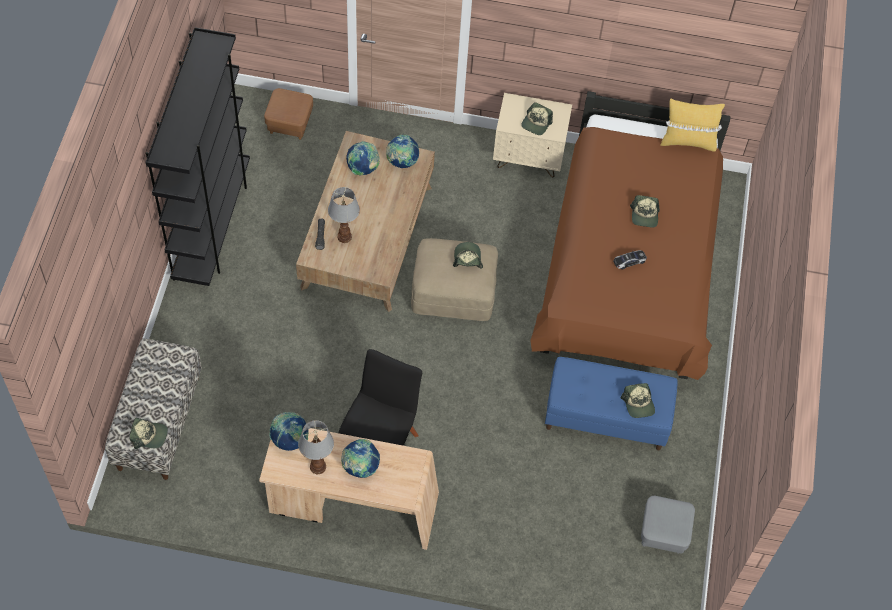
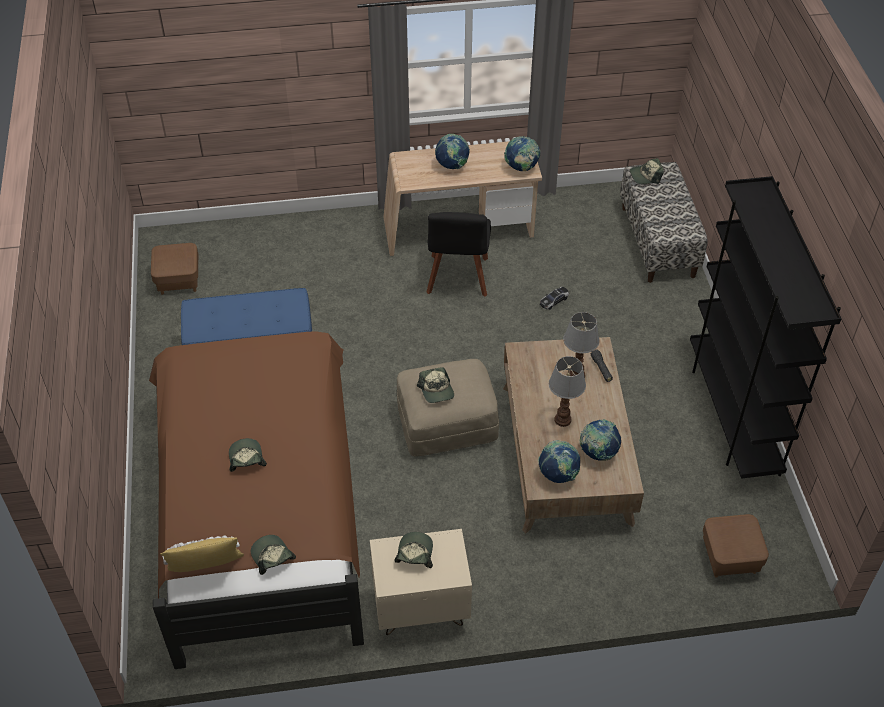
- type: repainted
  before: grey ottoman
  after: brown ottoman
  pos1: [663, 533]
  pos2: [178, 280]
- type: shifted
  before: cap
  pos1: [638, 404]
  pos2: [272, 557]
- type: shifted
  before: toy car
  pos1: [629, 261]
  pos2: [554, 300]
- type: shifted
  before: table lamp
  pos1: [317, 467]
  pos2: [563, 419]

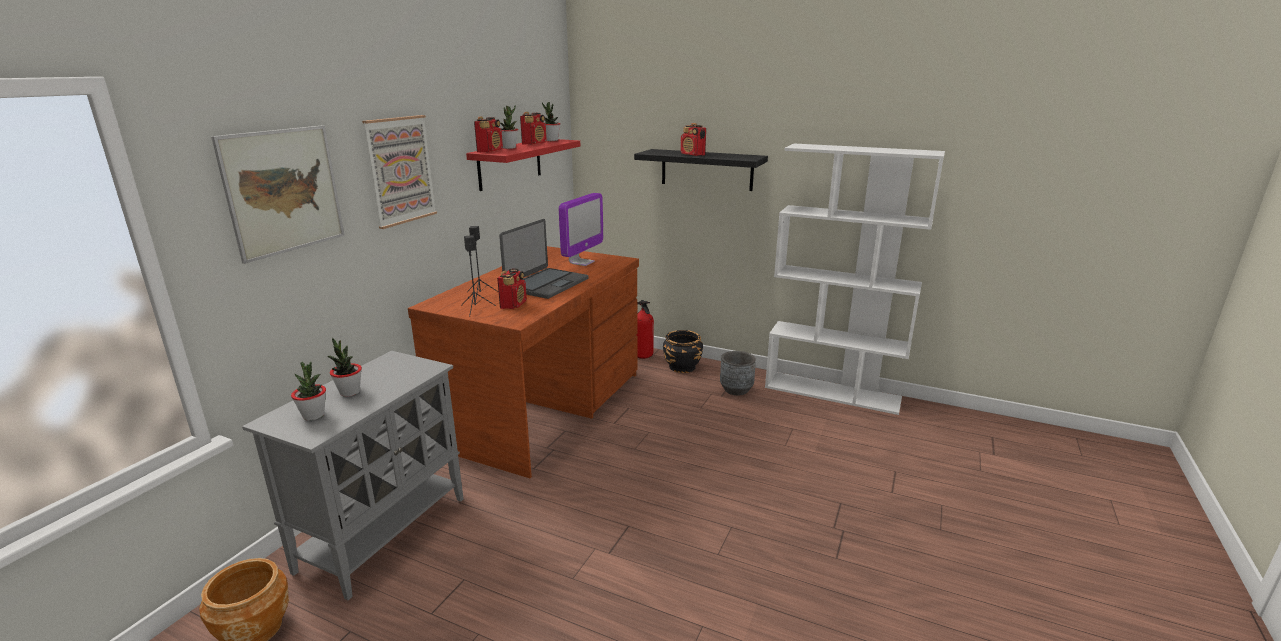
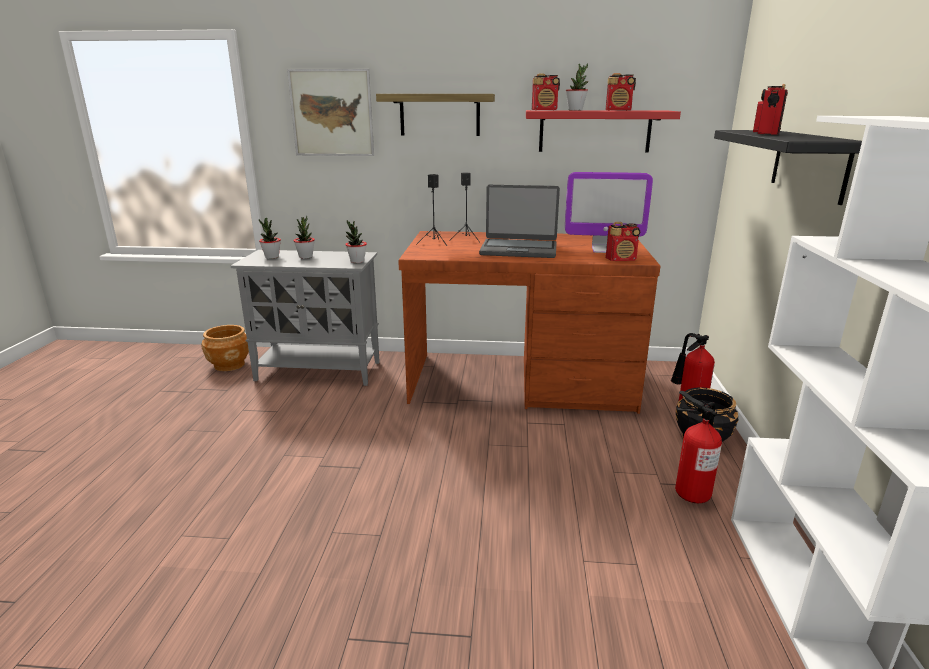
- type: shifted
  before: potted plant
  pos1: [551, 140]
  pos2: [357, 261]
- type: swapped
  before: picture
  after: shelf
  pos1: [400, 170]
  pos2: [439, 115]
- type: shifted
  before: radio
  pos1: [513, 304]
  pos2: [621, 259]
- type: swapped
  before: grey planter
  after: fire extinguisher
  pos1: [736, 389]
  pos2: [692, 493]

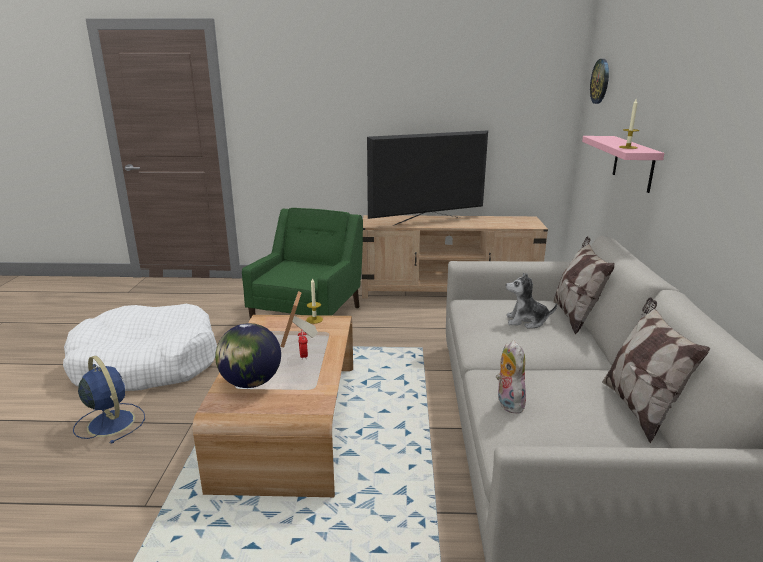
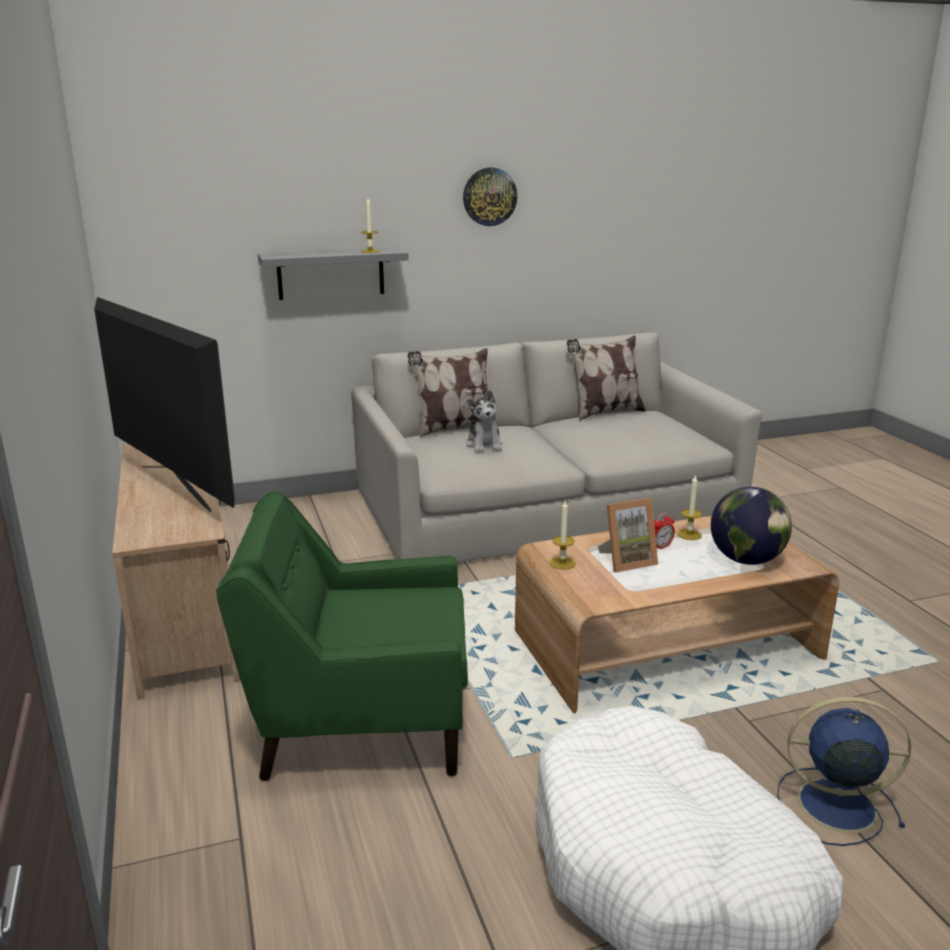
- type: repainted
  before: pink shelf
  after: grey shelf
  pos1: [633, 163]
  pos2: [331, 273]
- type: shifted
  before: wall clock
  pos1: [600, 81]
  pos2: [489, 196]
- type: new
  after: candle
  pos2: [689, 534]
- type: rotated
  before: blue fan
  pos1: [110, 422]
  pos2: [833, 805]
  turn: 75
- type: gone
  before: plush toy
  pos1: [507, 403]

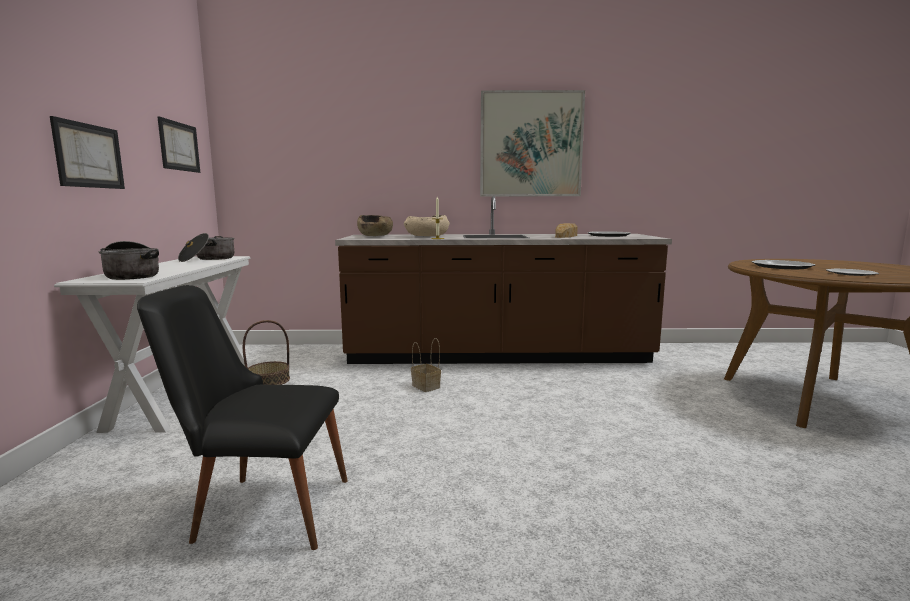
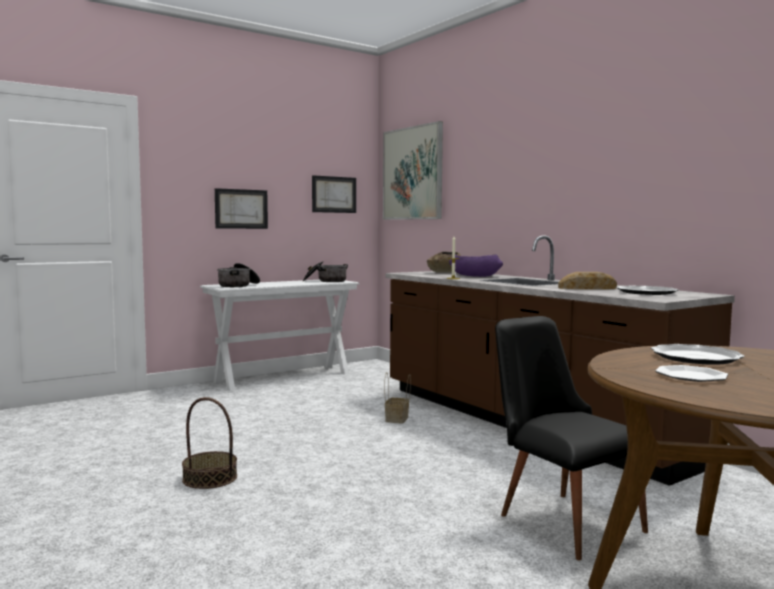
- type: shifted
  before: basket
  pos1: [269, 380]
  pos2: [210, 478]
- type: shifted
  before: picture
  pos1: [531, 144]
  pos2: [412, 173]
- type: repainted
  before: beige bowl
  after: purple bowl
  pos1: [427, 236]
  pos2: [475, 276]
- type: shifted
  before: black chair
  pos1: [260, 508]
  pos2: [561, 518]

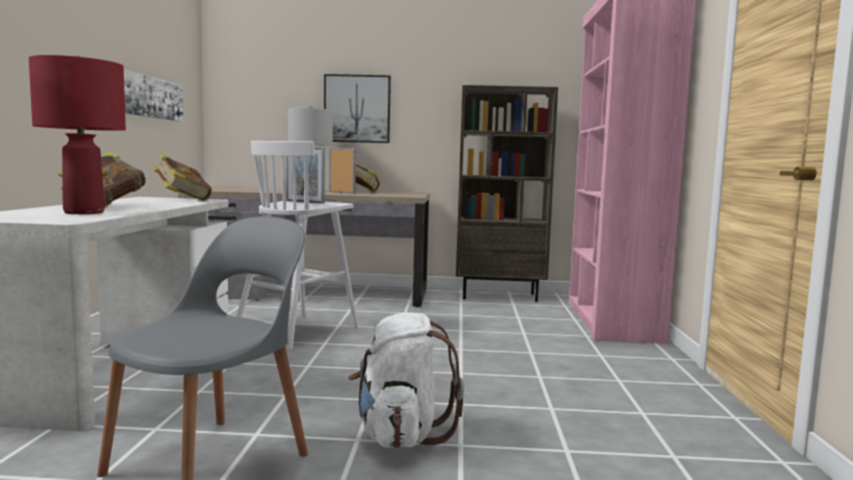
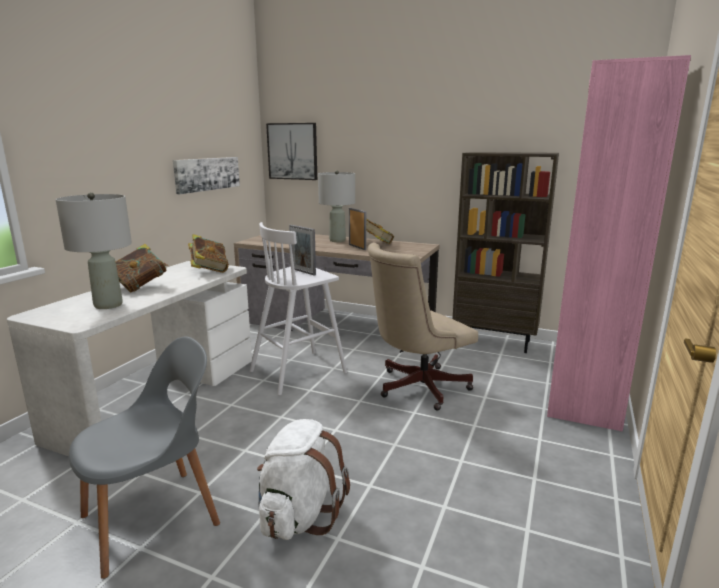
- type: repainted
  before: red table lamp
  after: grey table lamp
  pos1: [83, 212]
  pos2: [107, 305]
- type: shifted
  before: picture
  pos1: [357, 109]
  pos2: [292, 151]
- type: new
  after: beige office chair
  pos2: [416, 388]

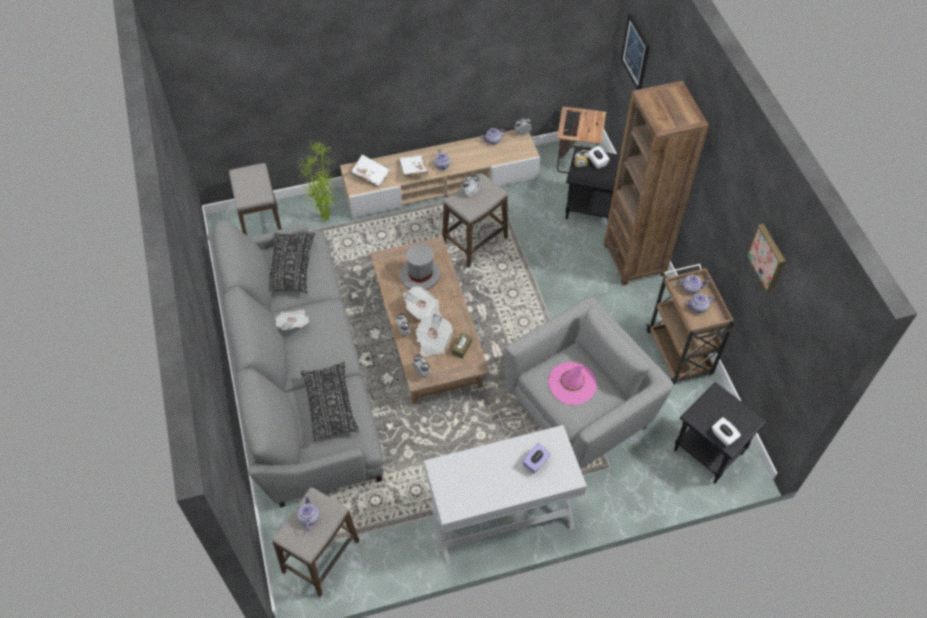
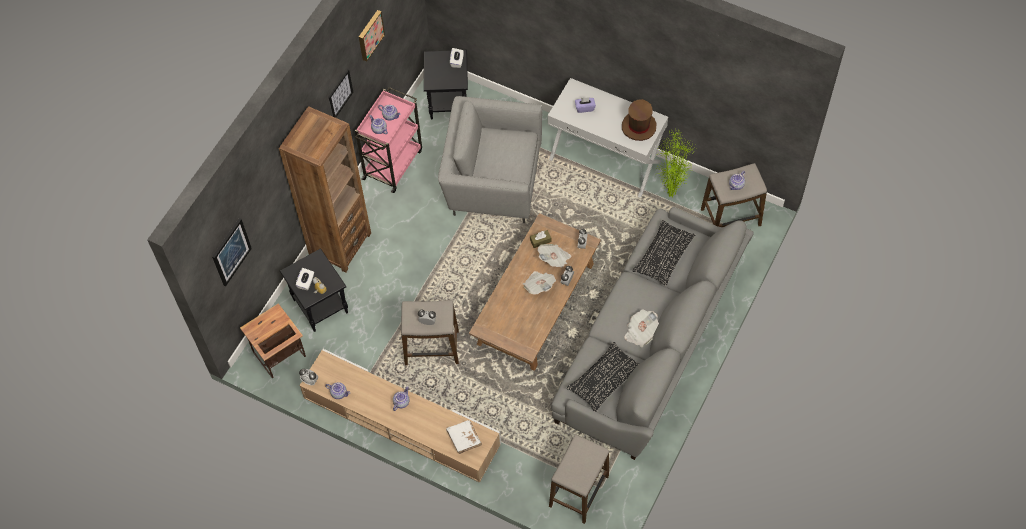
- type: new
  after: picture
  pos2: [340, 94]
- type: repainted
  before: brown cart
  after: pink cart
  pos1: [679, 354]
  pos2: [393, 163]
- type: new
  after: brown hat
  pos2: [638, 127]
- type: shifted
  before: potted plant
  pos1: [327, 219]
  pos2: [670, 193]
- type: gone
  before: white book
  pos1: [413, 170]
- type: gone
  before: grey hat
  pos1: [420, 275]
- type: gone
  before: pink hat
  pos1: [572, 383]

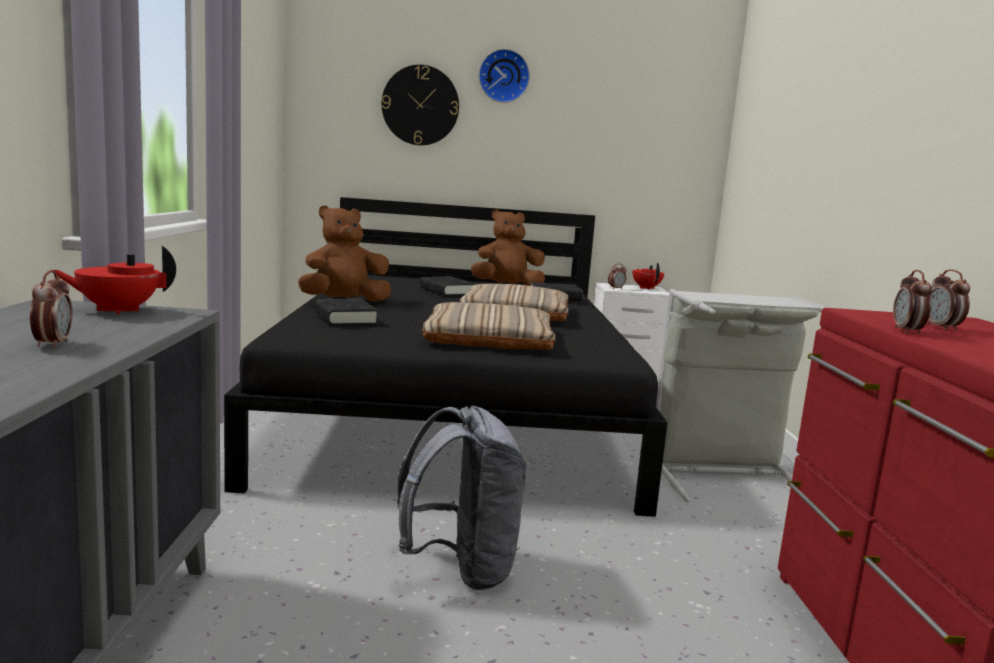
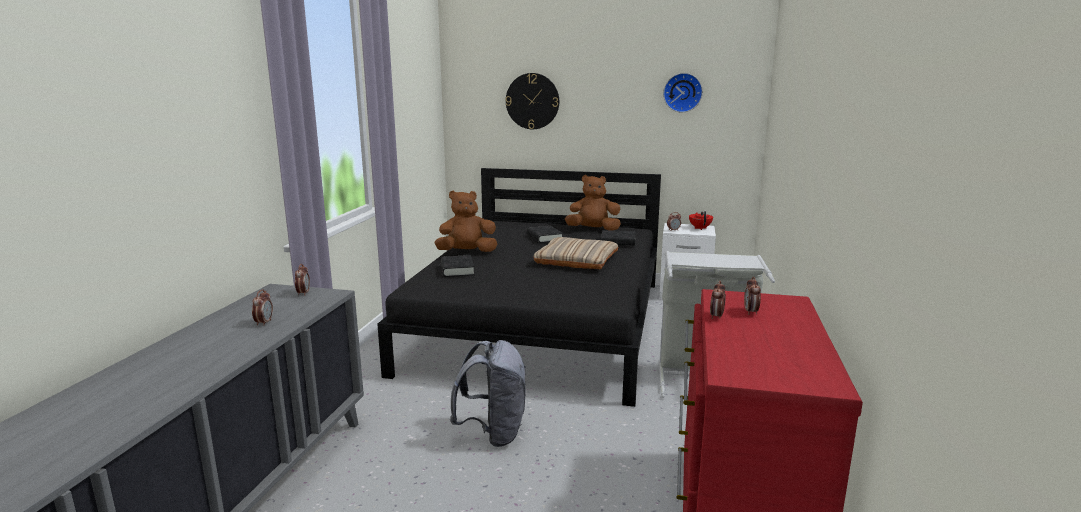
- type: swapped
  before: red teapot
  after: alarm clock
  pos1: [118, 310]
  pos2: [303, 293]
- type: shifted
  before: wall clock
  pos1: [504, 76]
  pos2: [682, 92]
- type: gone
  before: beige pillow
  pos1: [489, 338]

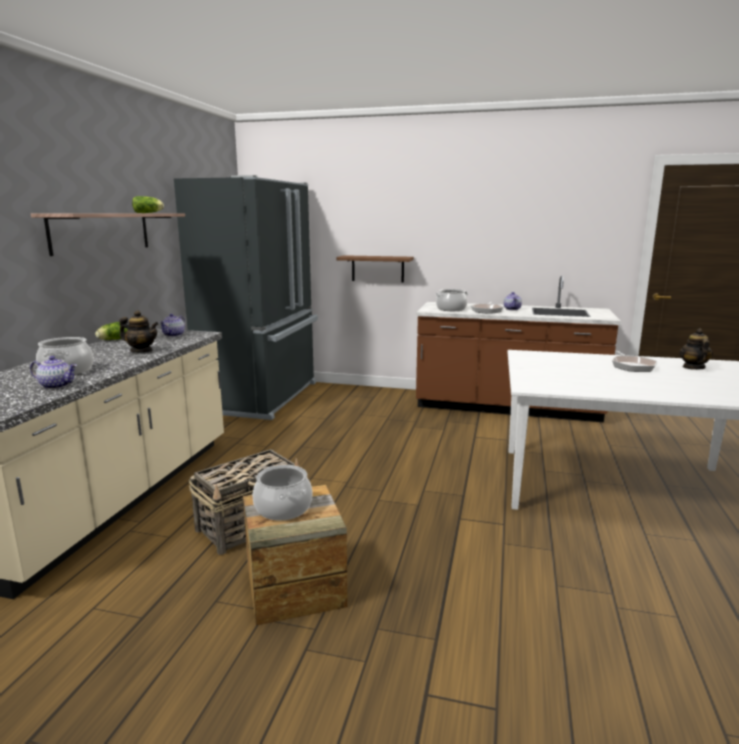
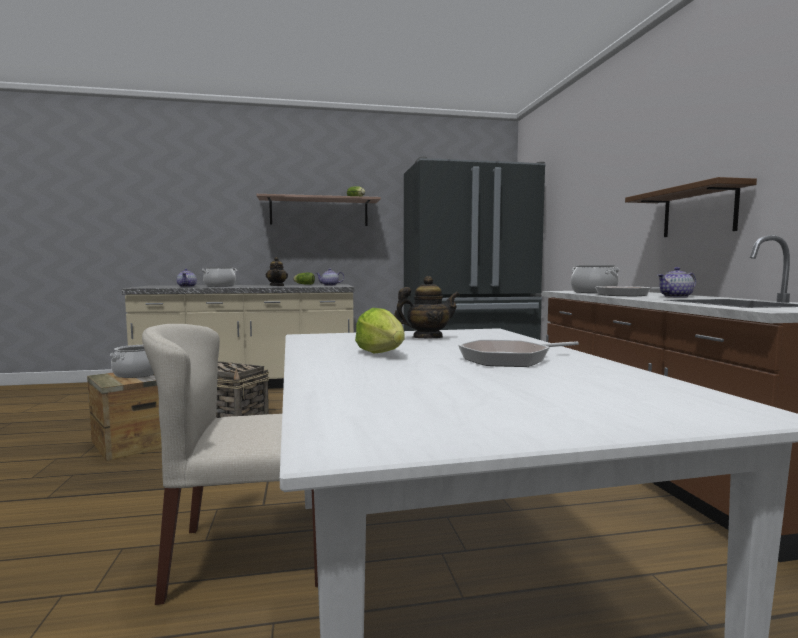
- type: new
  after: beige chair
  pos2: [248, 556]
- type: new
  after: lettuce
  pos2: [381, 353]
- type: shifted
  before: teapot
  pos1: [693, 367]
  pos2: [427, 338]
- type: shifted
  before: brown shelf
  pos1: [377, 268]
  pos2: [699, 212]

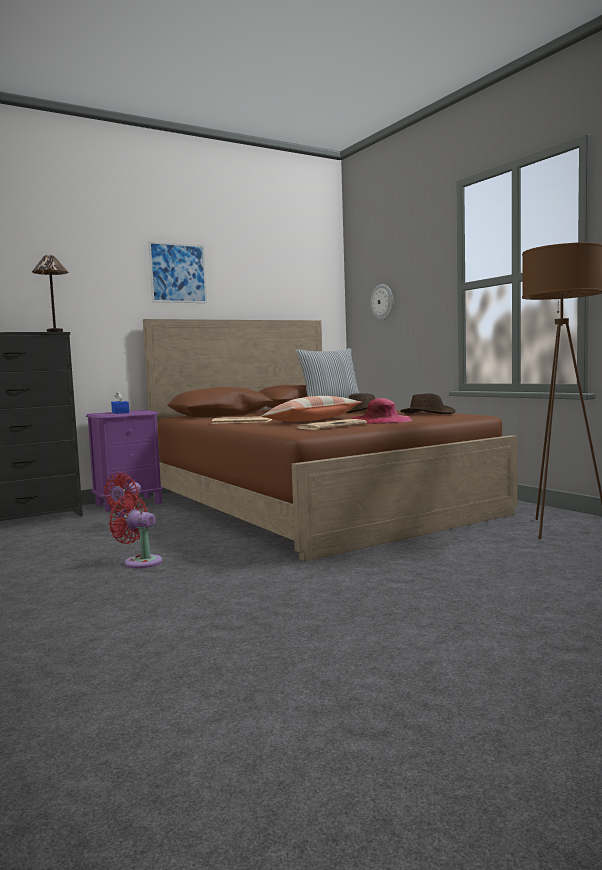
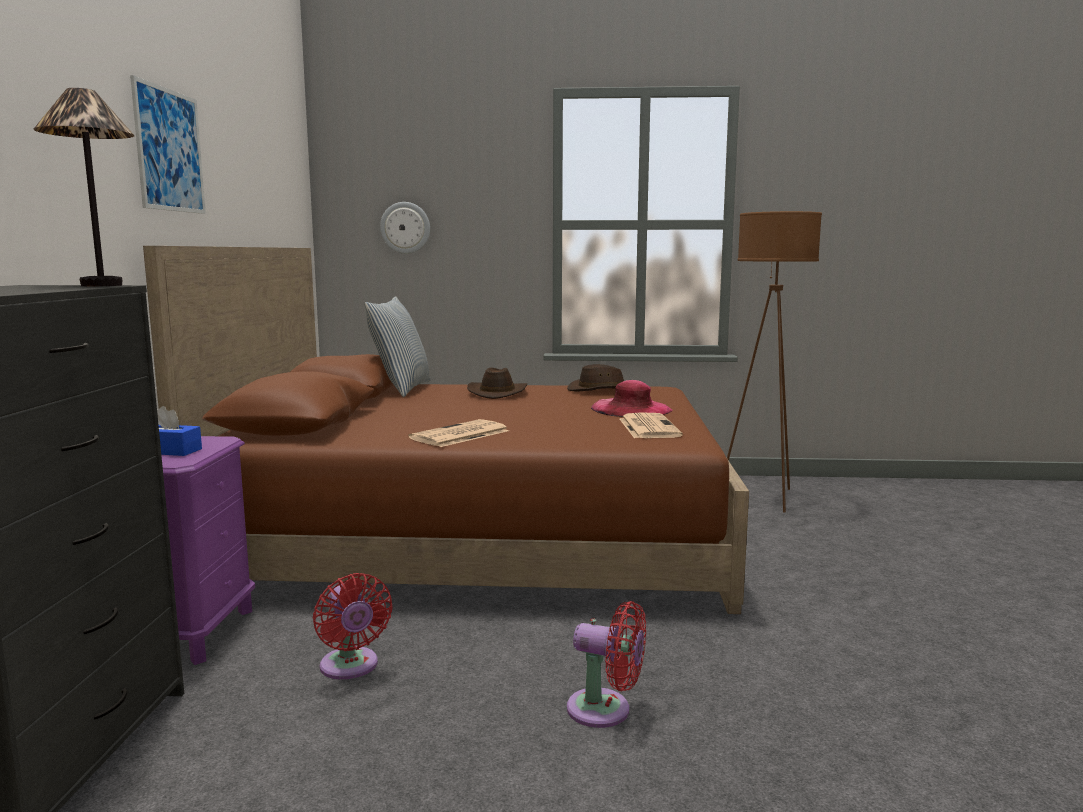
- type: rotated
  before: red fan
  pos1: [140, 562]
  pos2: [605, 710]
  turn: -135
- type: gone
  before: pillow
  pos1: [313, 420]

